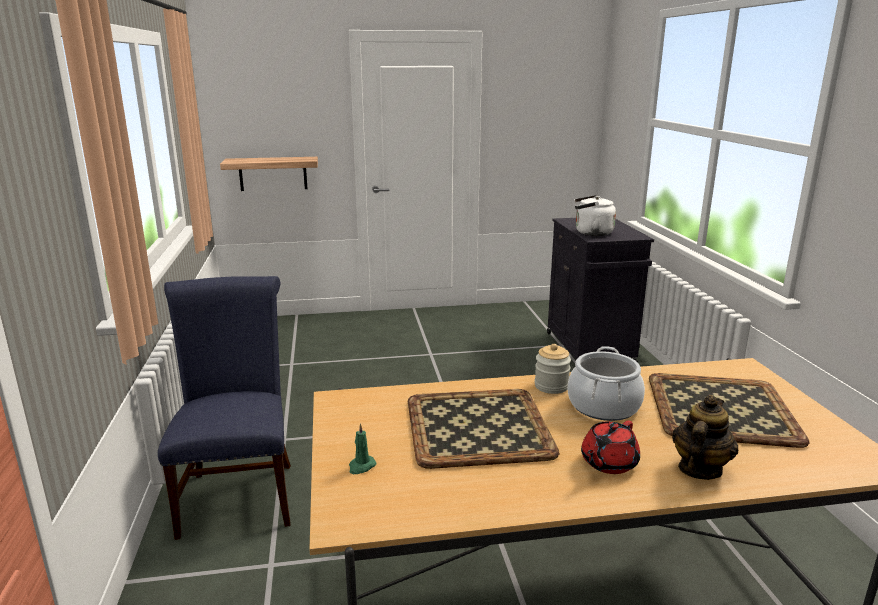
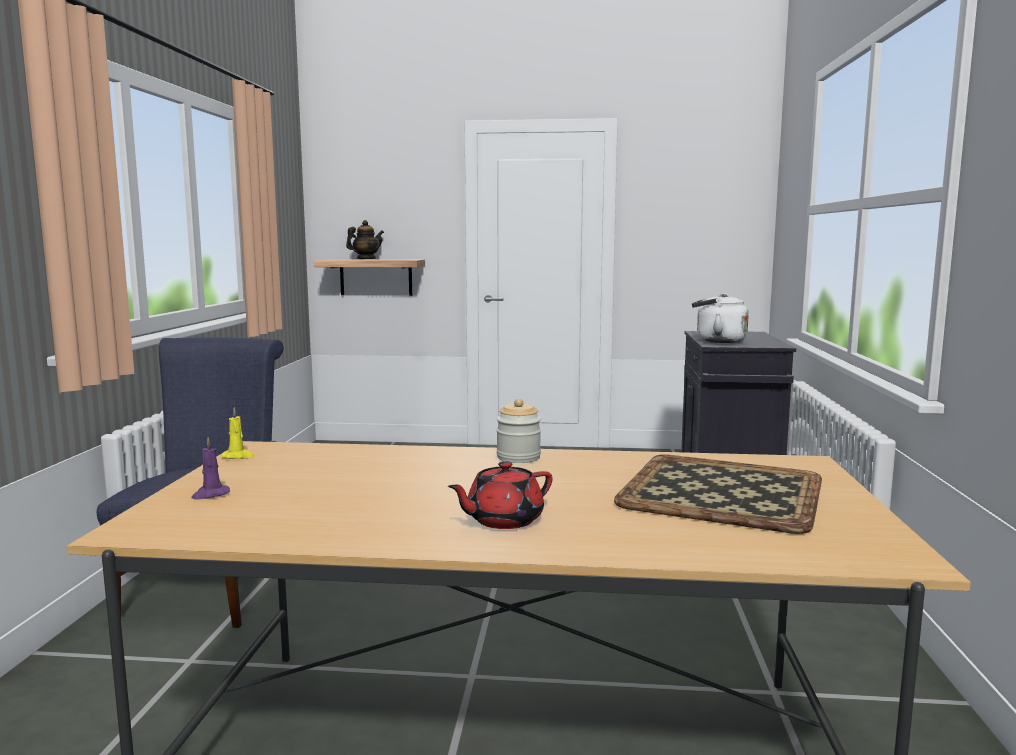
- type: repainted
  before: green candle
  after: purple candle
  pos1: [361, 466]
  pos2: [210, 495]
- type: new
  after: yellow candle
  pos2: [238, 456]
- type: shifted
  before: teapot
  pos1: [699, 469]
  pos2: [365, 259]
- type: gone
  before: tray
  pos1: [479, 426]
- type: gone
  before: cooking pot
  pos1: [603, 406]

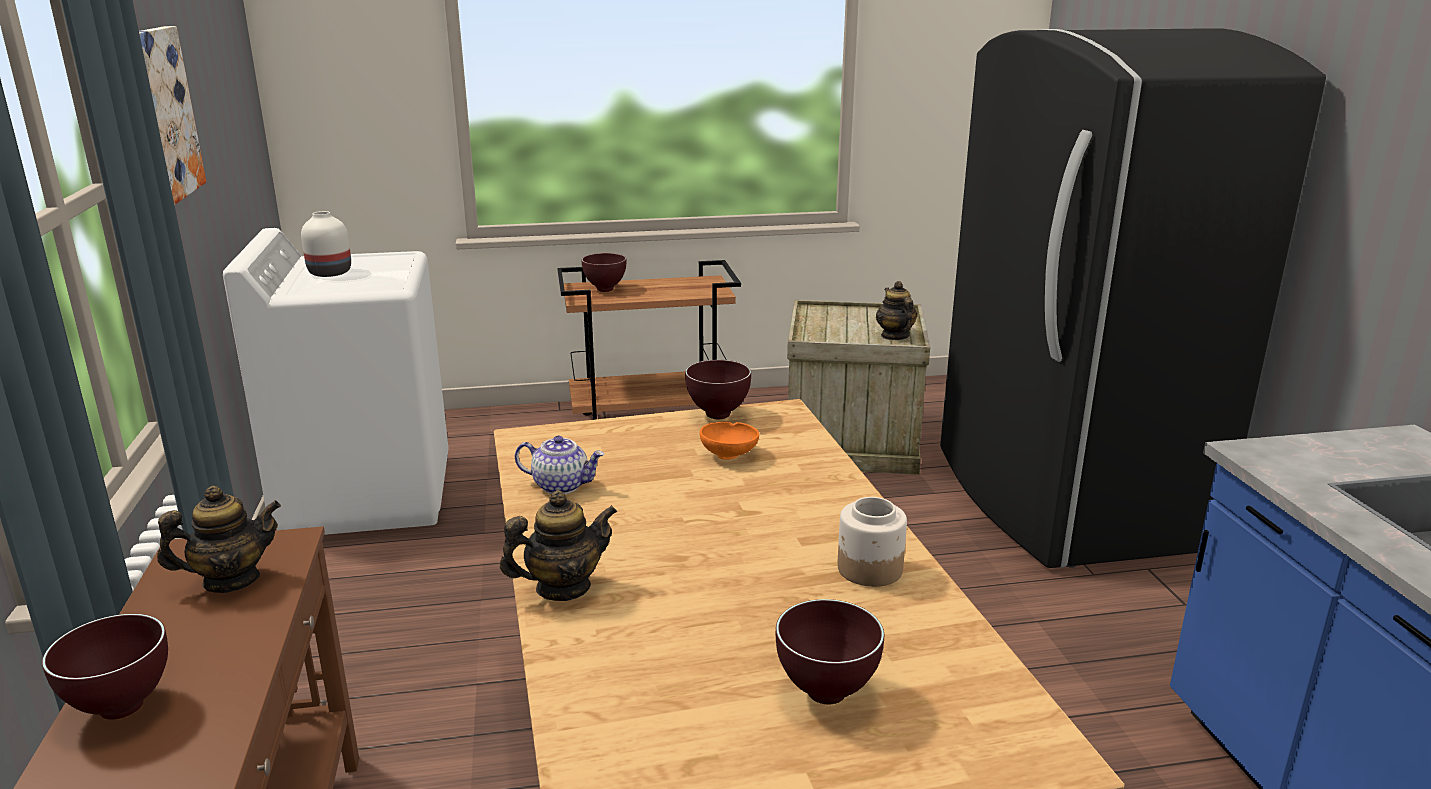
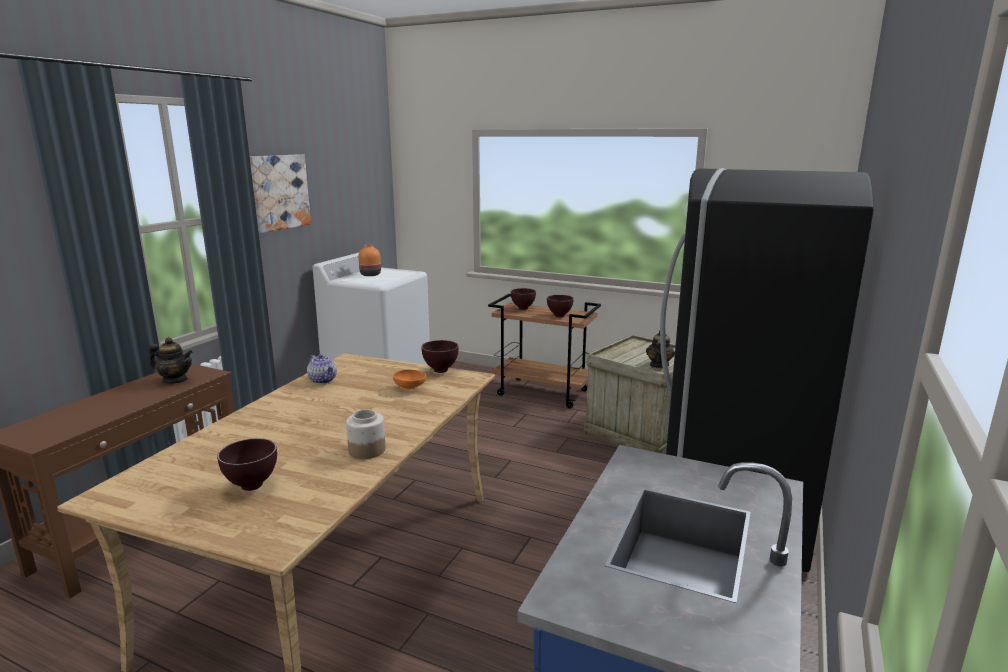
- type: repainted
  before: white vase
  after: orange vase
  pos1: [328, 273]
  pos2: [370, 274]
- type: shifted
  before: brown bowl
  pos1: [123, 706]
  pos2: [560, 316]
- type: gone
  before: teapot
  pos1: [563, 588]

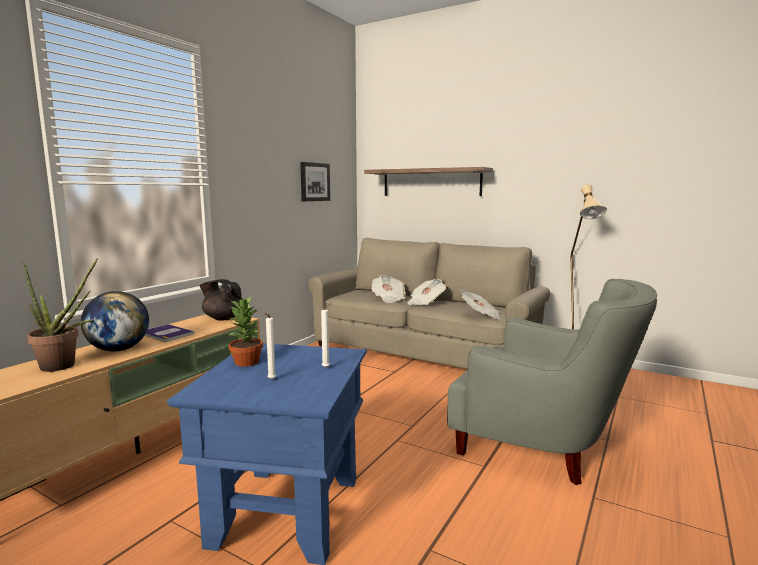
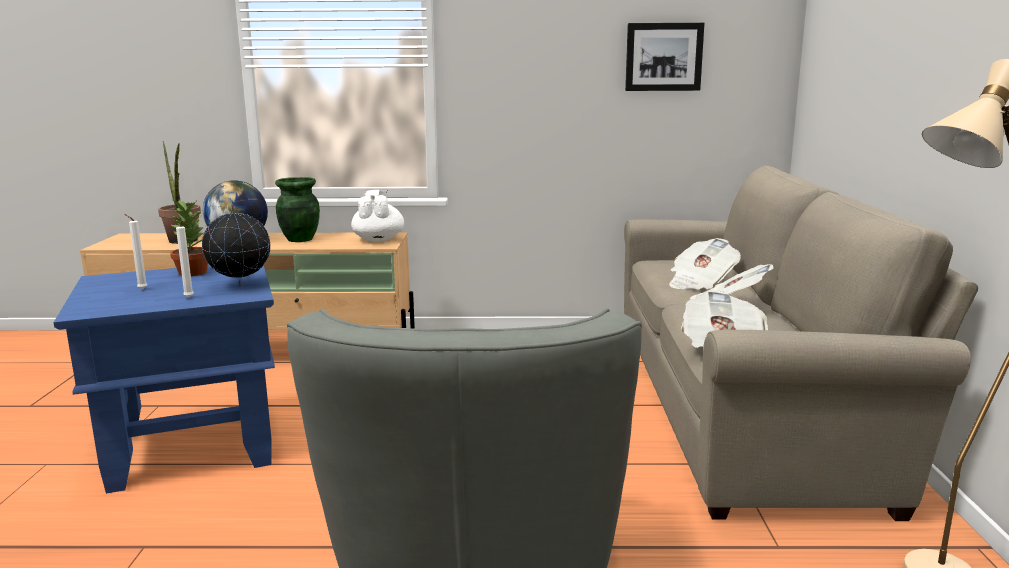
- type: new
  after: globe
  pos2: [241, 285]
- type: swapped
  before: book
  after: green vase
  pos1: [166, 334]
  pos2: [299, 239]
- type: repainted
  before: black teapot
  after: white teapot
  pos1: [223, 318]
  pos2: [378, 240]
- type: gone
  before: shelf
  pos1: [431, 182]

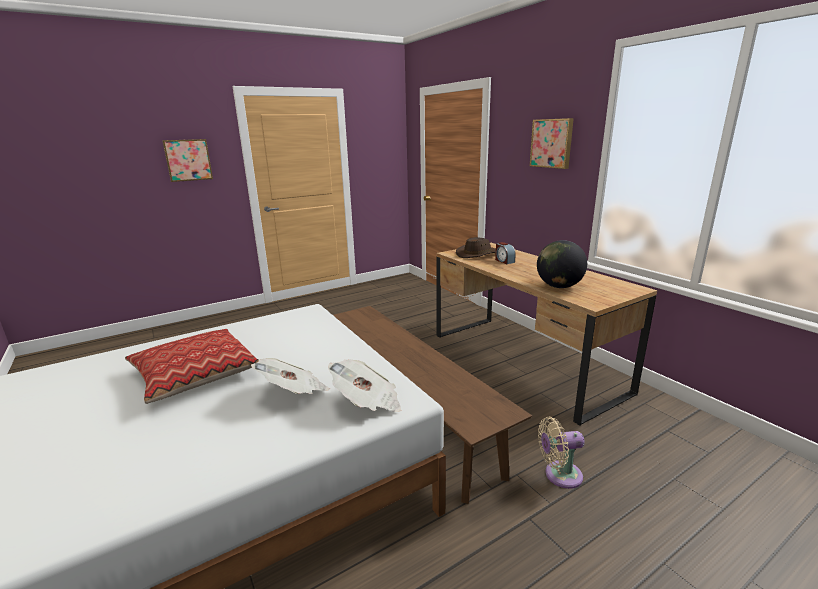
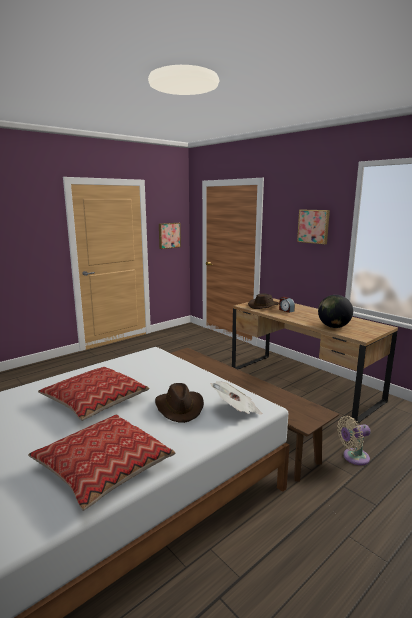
- type: new
  after: pillow
  pos2: [103, 467]
- type: swapped
  before: newspaper
  after: brown hat
  pos1: [294, 392]
  pos2: [180, 407]
- type: shifted
  before: picture
  pos1: [188, 160]
  pos2: [169, 235]

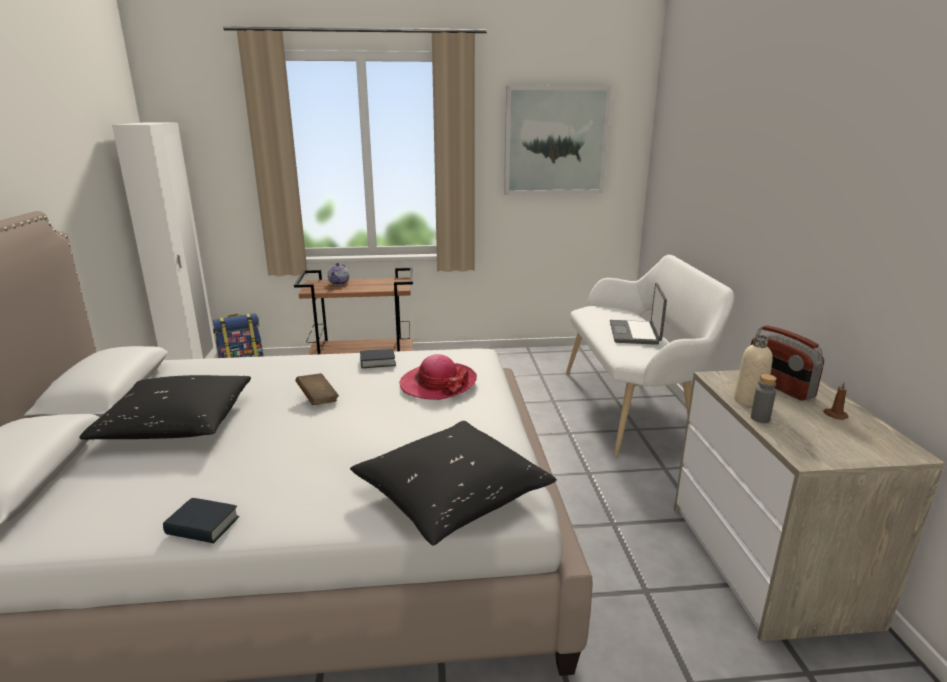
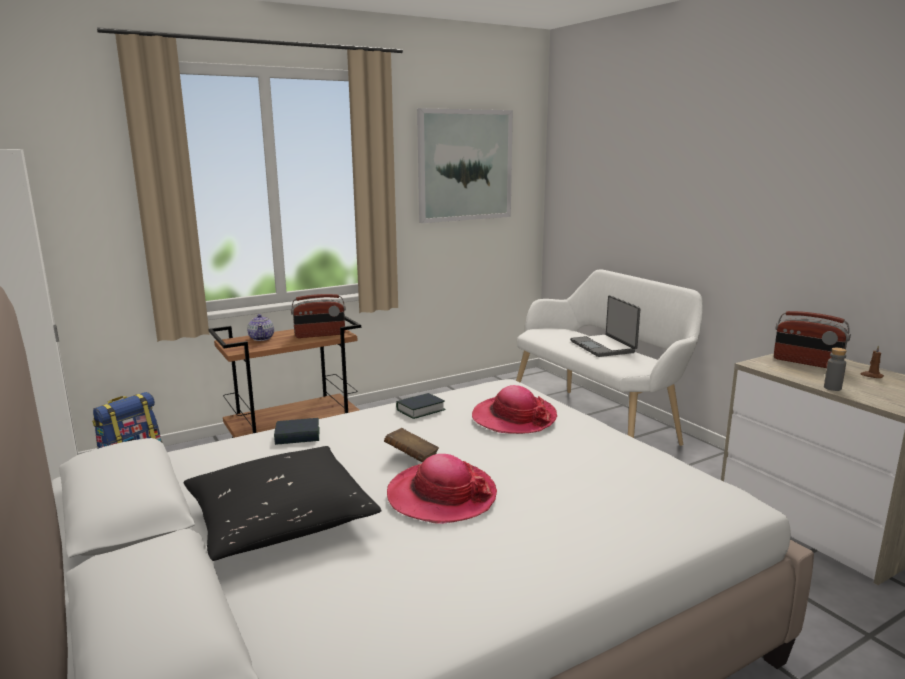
- type: shifted
  before: book
  pos1: [202, 526]
  pos2: [297, 436]
- type: new
  after: radio
  pos2: [320, 335]
- type: new
  after: hat
  pos2: [441, 496]
- type: gone
  before: black pillow
  pos1: [451, 495]
- type: gone
  before: beige bottle
  pos1: [749, 400]

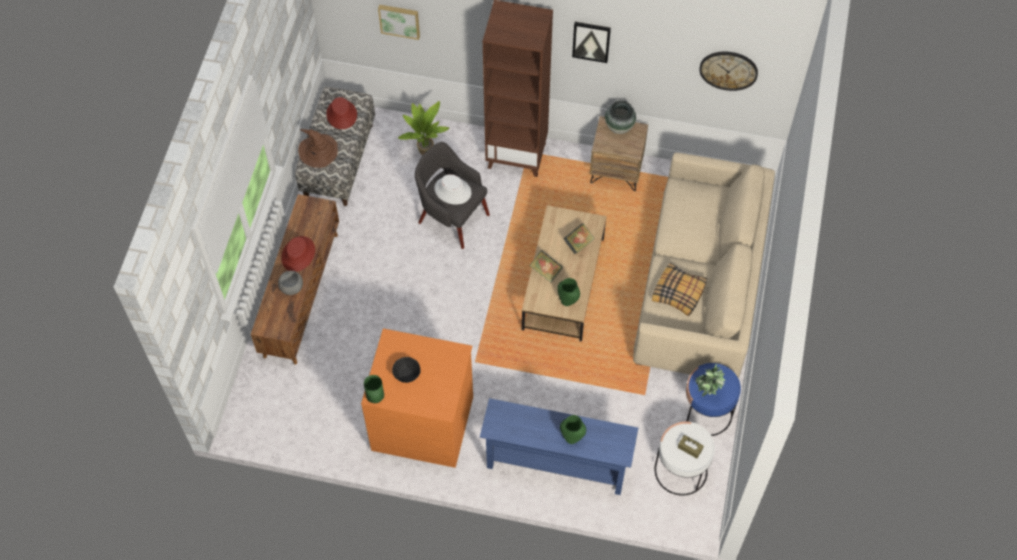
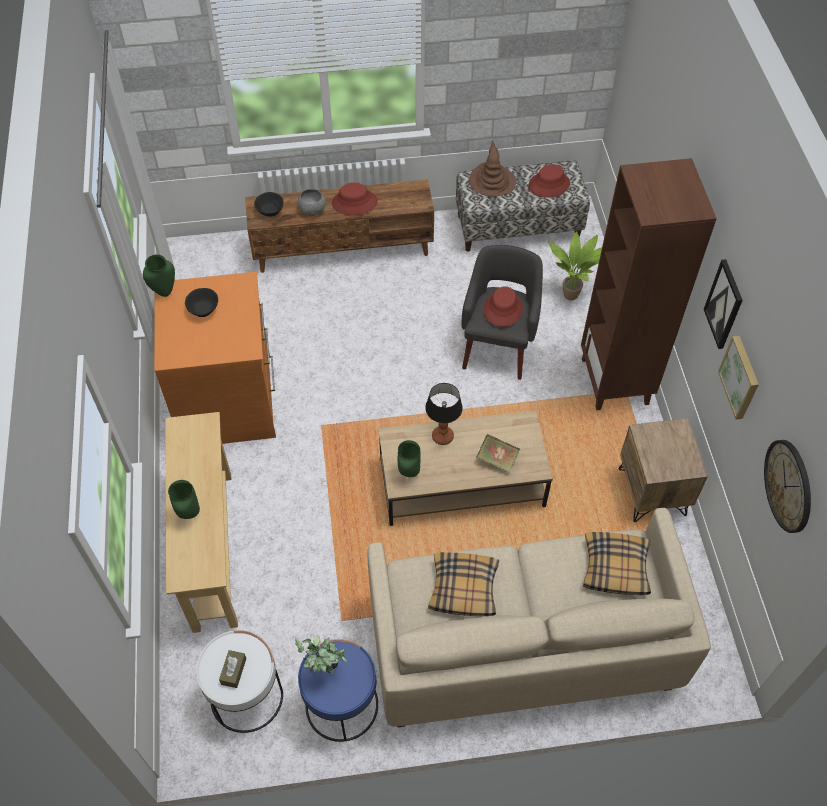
- type: repainted
  before: blue console table
  after: beige console table
  pos1: [556, 466]
  pos2: [212, 549]
- type: new
  after: black bowl
  pos2: [269, 211]
- type: swapped
  before: book
  after: table lamp
  pos1: [546, 271]
  pos2: [442, 437]
- type: repainted
  before: white hat
  after: red hat
  pos1: [452, 191]
  pos2: [502, 309]
- type: new
  after: pillow
  pos2: [615, 568]
- type: shifted
  before: picture
  pos1: [399, 20]
  pos2: [741, 377]
- type: gone
  before: vase
  pos1: [619, 127]

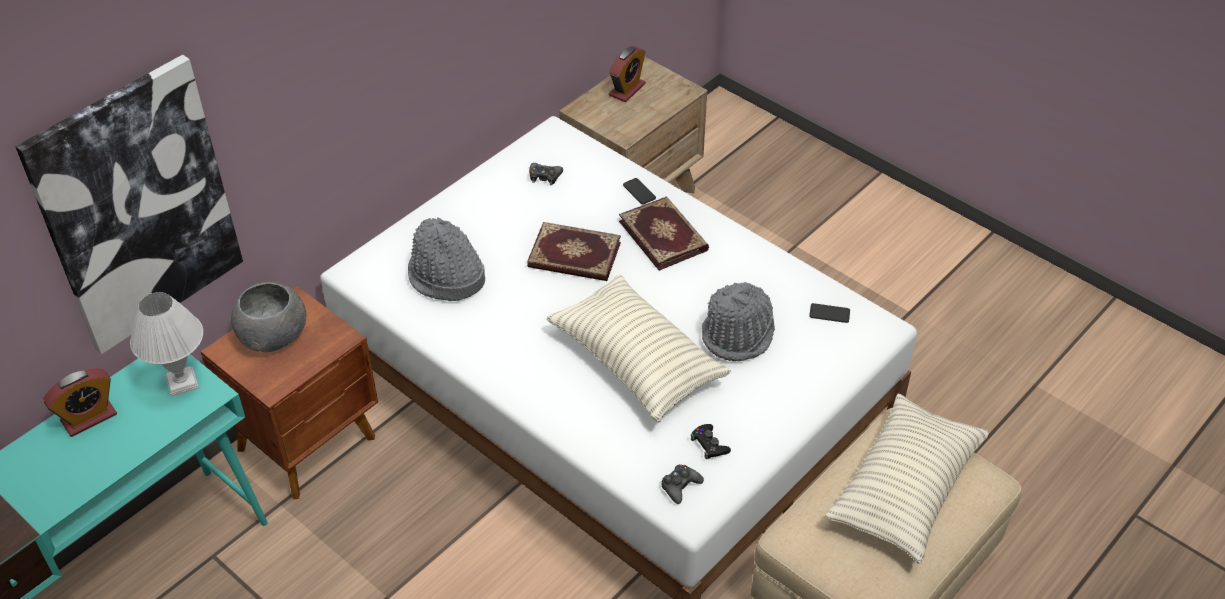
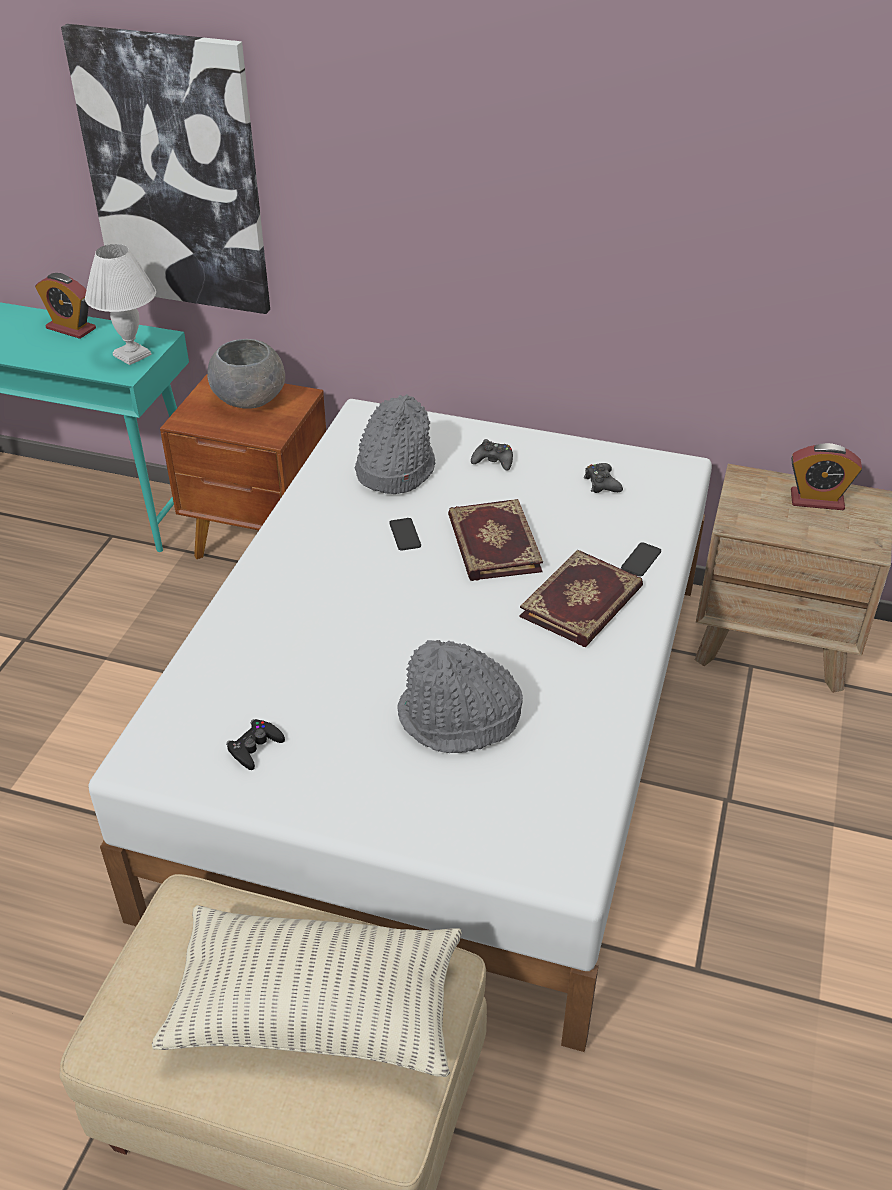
- type: shifted
  before: phone
  pos1: [829, 313]
  pos2: [405, 534]
- type: shifted
  before: black game controller
  pos1: [680, 486]
  pos2: [493, 461]
- type: gone
  before: pillow
  pos1: [636, 362]

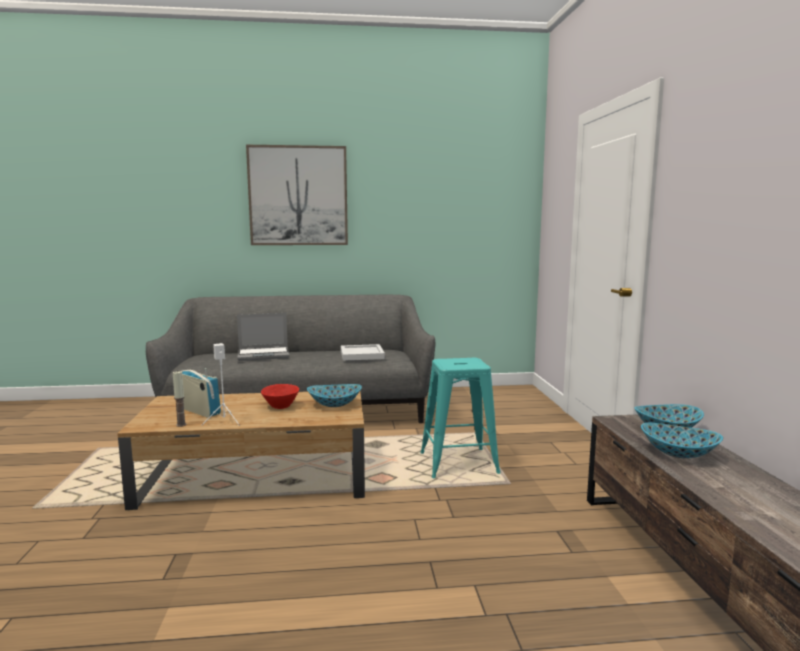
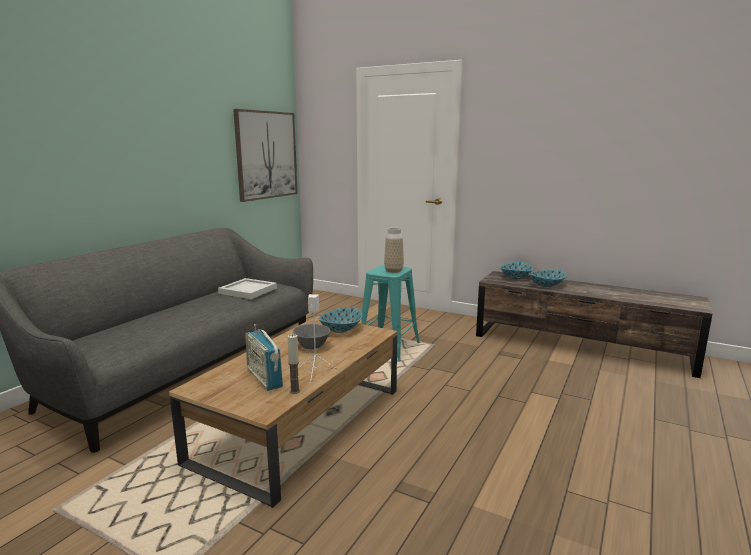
- type: shifted
  before: picture
  pos1: [298, 196]
  pos2: [266, 155]
- type: rotated
  before: radio
  pos1: [199, 410]
  pos2: [264, 378]
  turn: -105
- type: repainted
  before: red bowl
  after: grey bowl
  pos1: [279, 406]
  pos2: [312, 346]
- type: new
  after: vase
  pos2: [393, 271]
- type: gone
  before: laptop
  pos1: [264, 355]

